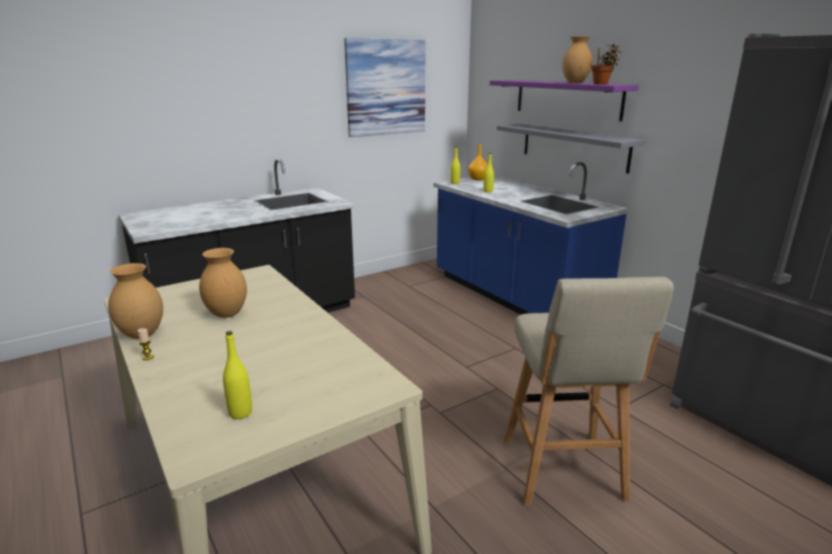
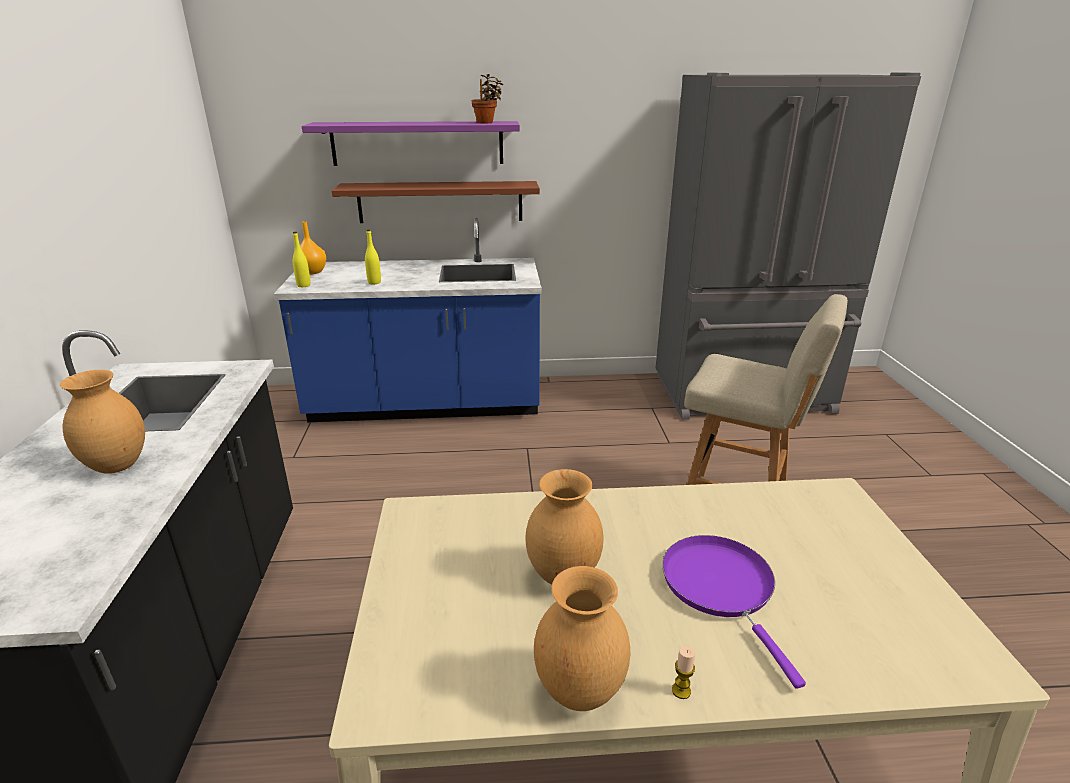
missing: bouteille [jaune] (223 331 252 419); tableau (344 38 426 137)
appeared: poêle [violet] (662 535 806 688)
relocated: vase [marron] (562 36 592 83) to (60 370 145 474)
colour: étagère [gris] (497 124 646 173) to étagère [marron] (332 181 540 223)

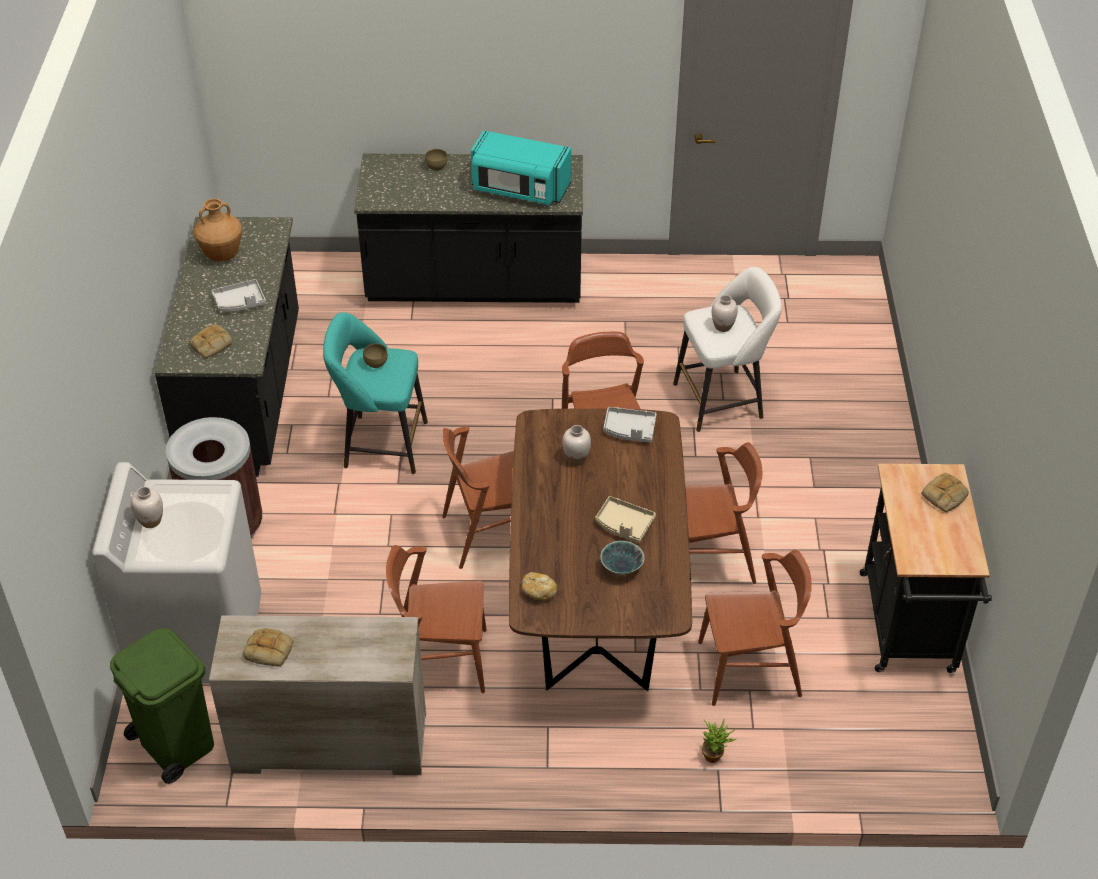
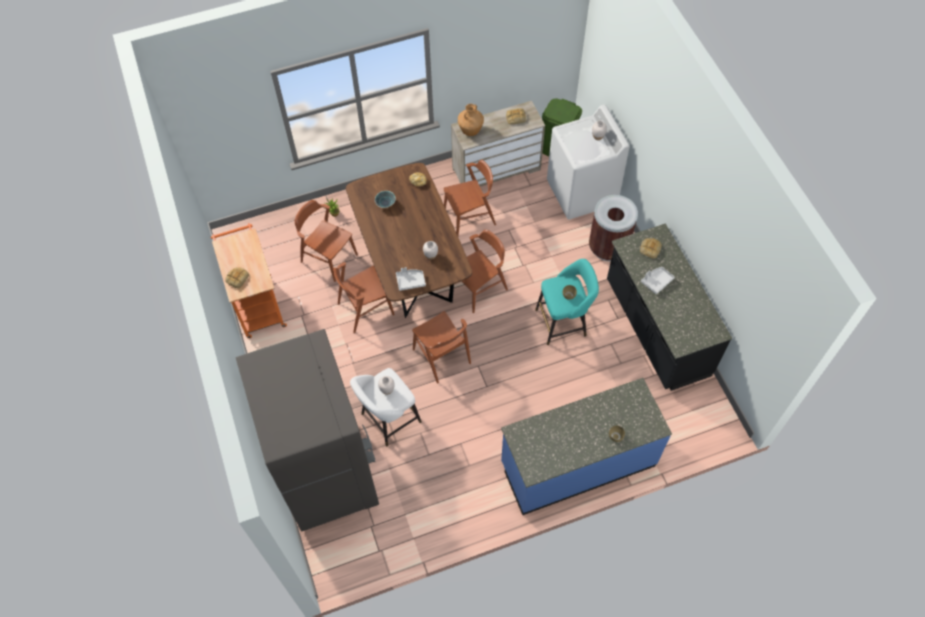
missing: micro-ondes [turquoise] (471 130 571 205); plateau [beige] (595 496 656 543)
appeared: réfrigérateur [gris] (236 329 379 532)
relocated: vase [marron] (193 199 242 262) to (458 104 484 136)
colour: chariot [noir] (860 464 992 673) to chariot [orange] (211 223 287 339); comptoir de cuisine [noir] (354 154 583 303) to comptoir de cuisine [bleu] (501 378 672 515)
spun: chaise [marron] (698 550 812 706) = (295 200 358 282) 60 degrees clockwise

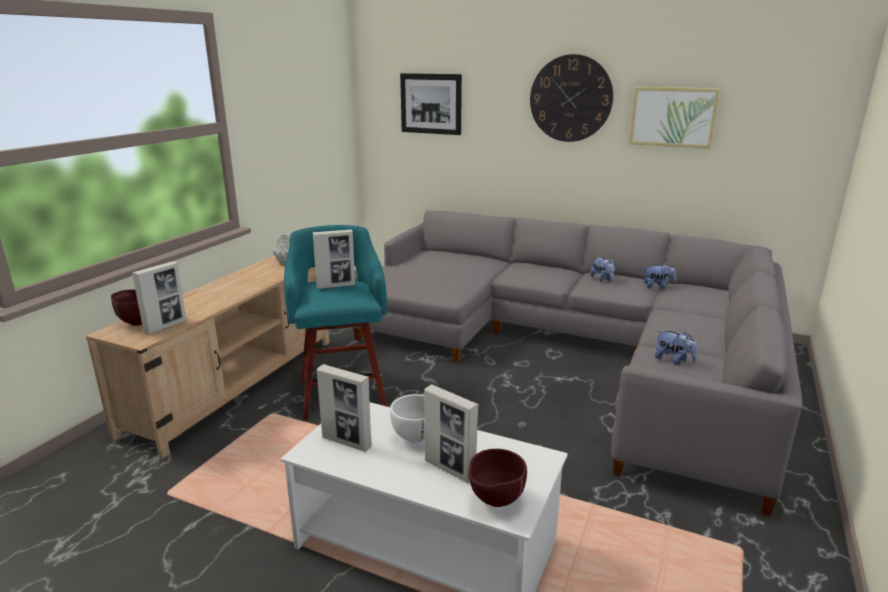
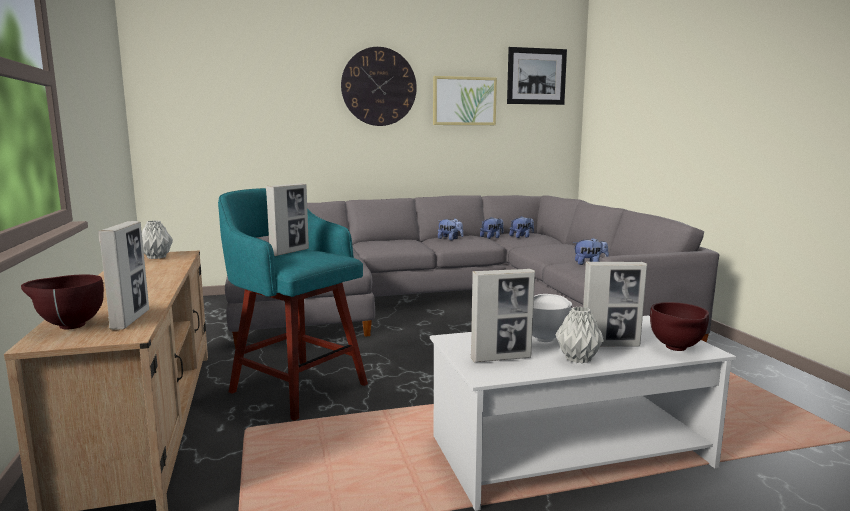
appeared: peluche (509 216 534 238); vase [gris] (555 306 604 364)
relocated: tableau (400 73 462 135) to (507 47 567 105)

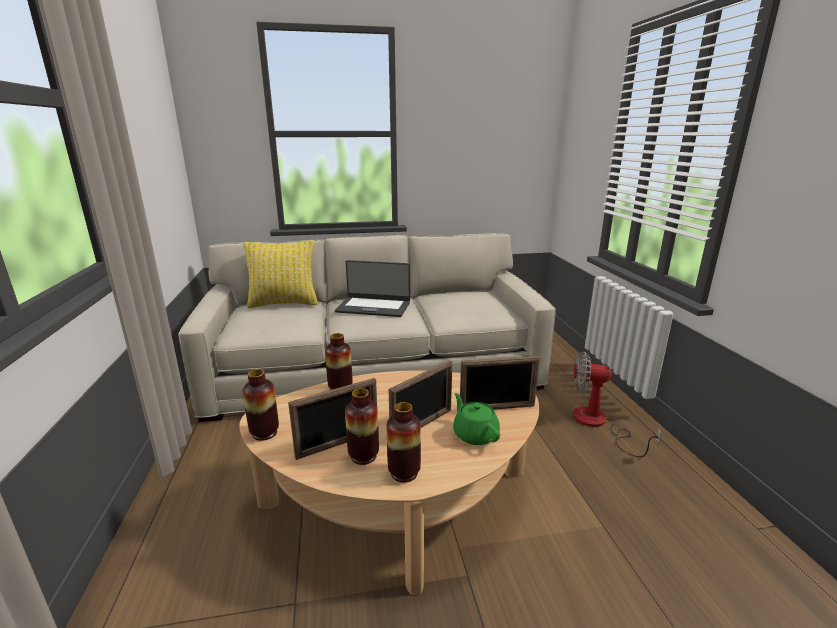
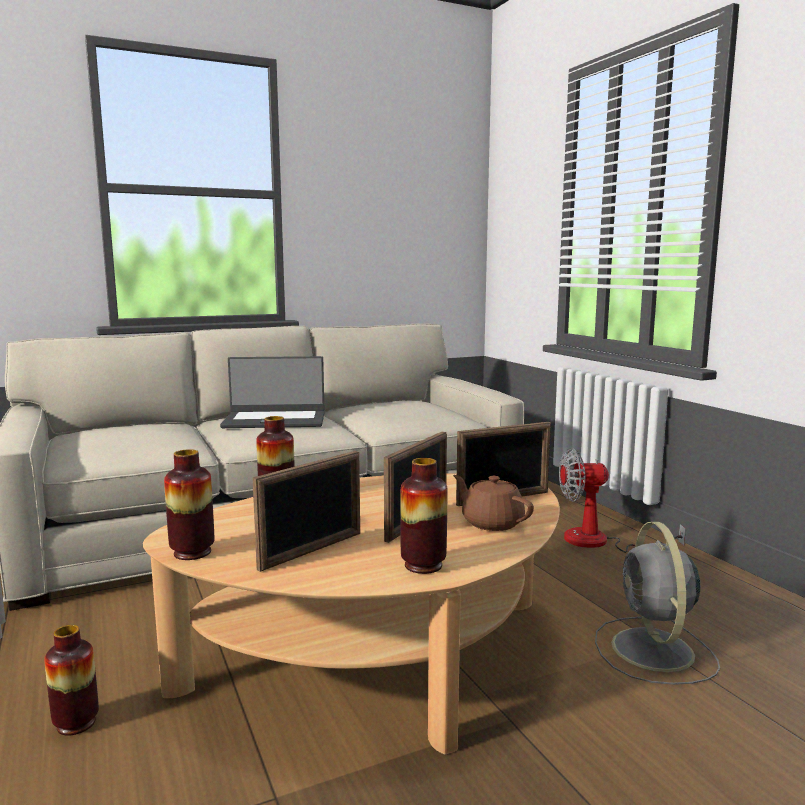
missing: coussin [jaune] (244 240 318 308)
appeared: ventilateur [gris] (595 522 720 685)
relocated: vase (345 388 379 465) to (44 625 99 736)
colour: théière [vert] (453 393 500 445) to théière [marron] (453 475 534 531)

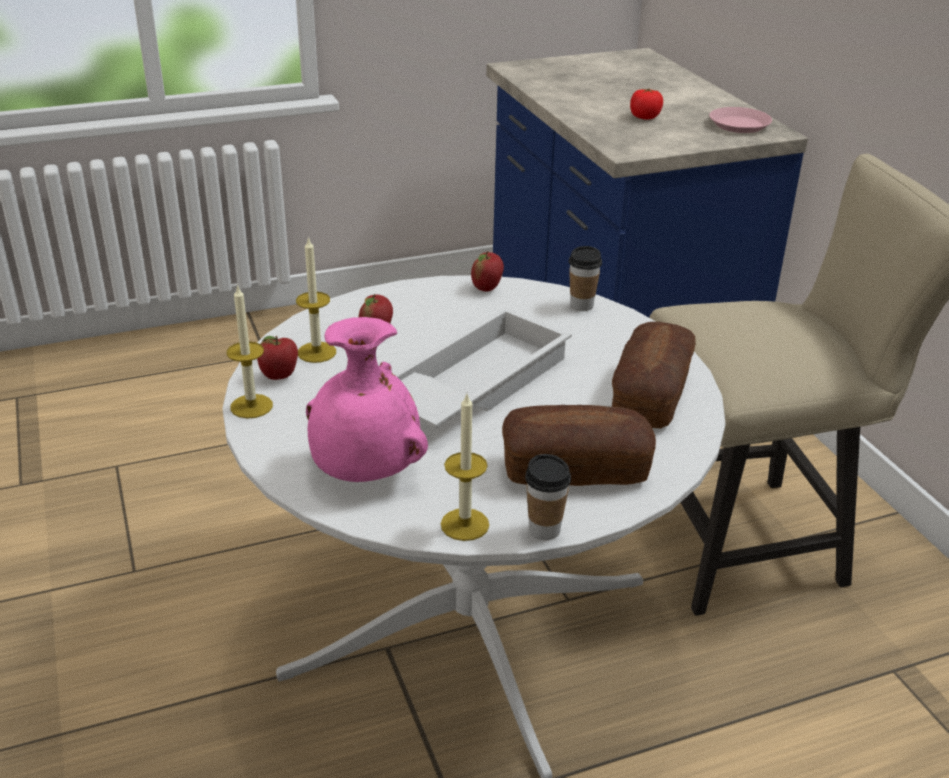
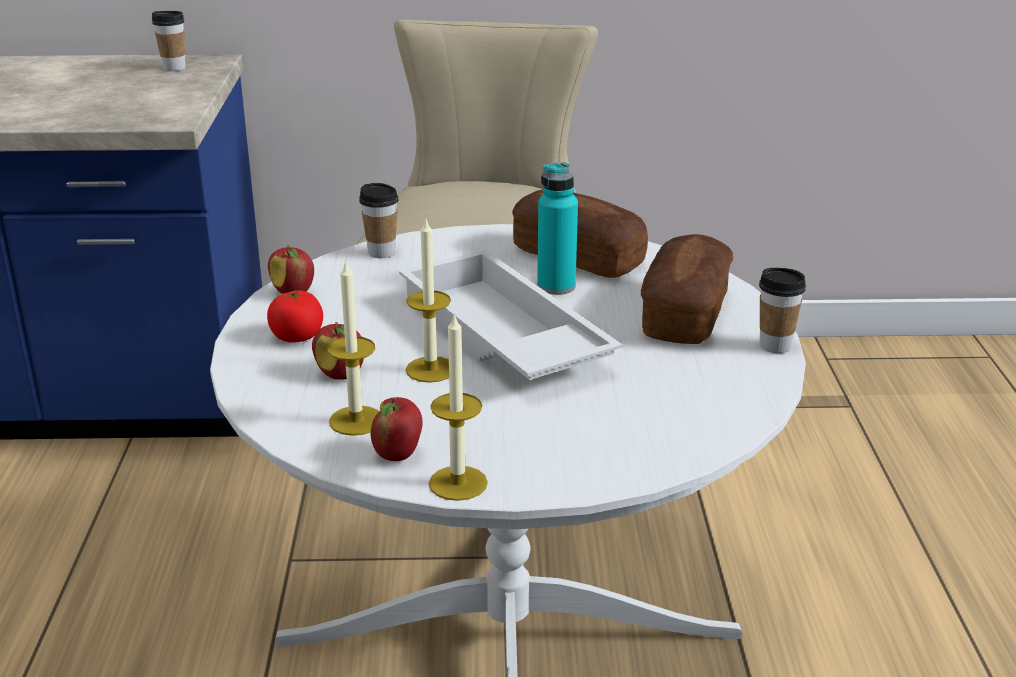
missing: vase [rose] (306 317 428 482)
appeared: bouteille [turquoise] (537 162 578 295)
relocated: tomate (630 88 663 120) to (267 290 323 343); bougie (441 394 489 541) to (406 220 451 383)
exchanged: assiette [rose] (709 107 772 133) to tasse (152 11 186 71)

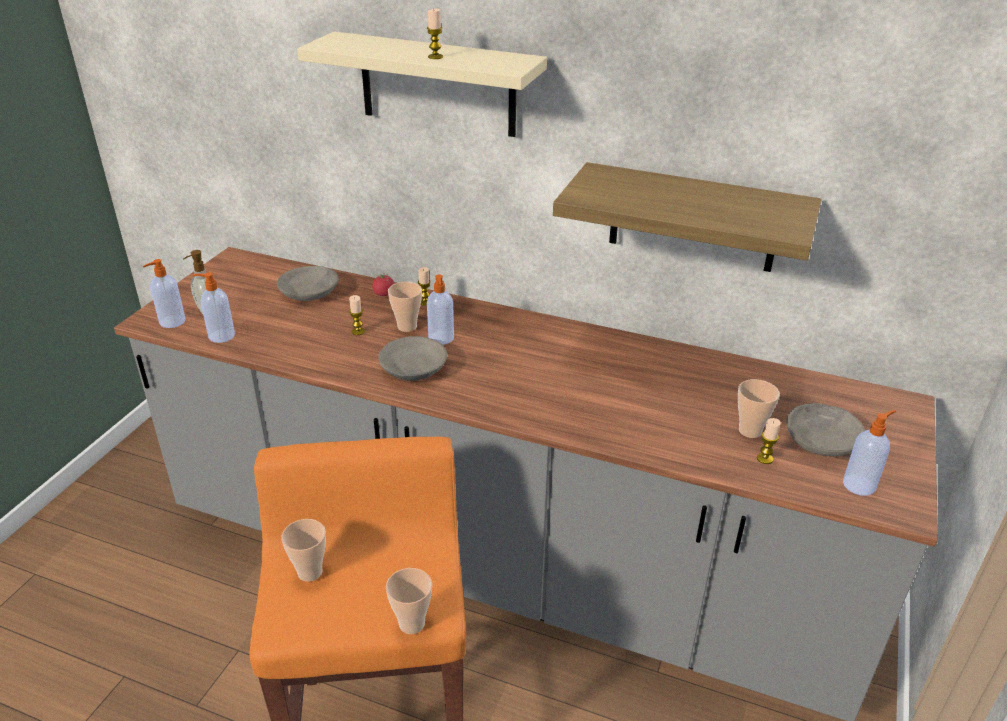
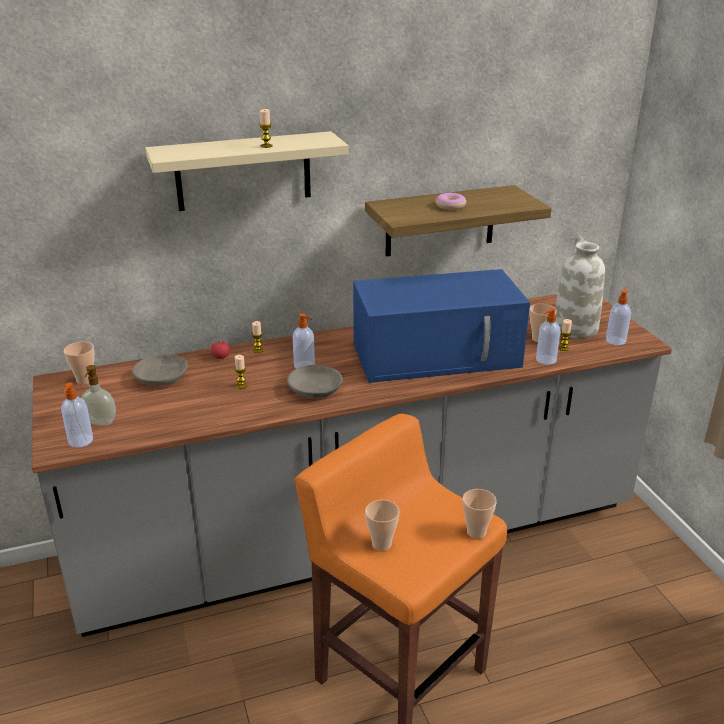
appeared: micro-ondes [bleu] (353 269 530 383); beignet (435 193 466 210)
relocated: tasse (388 282 422 332) to (64 342 94 384); distributeur de savon (193 272 235 343) to (536 308 561 365)
exchanged: bol [gris] (786 403 865 456) to vase [blanc] (555 235 605 339)

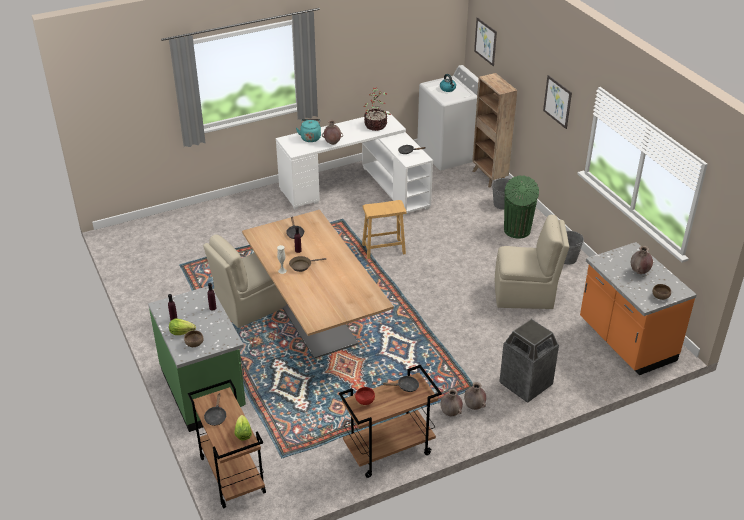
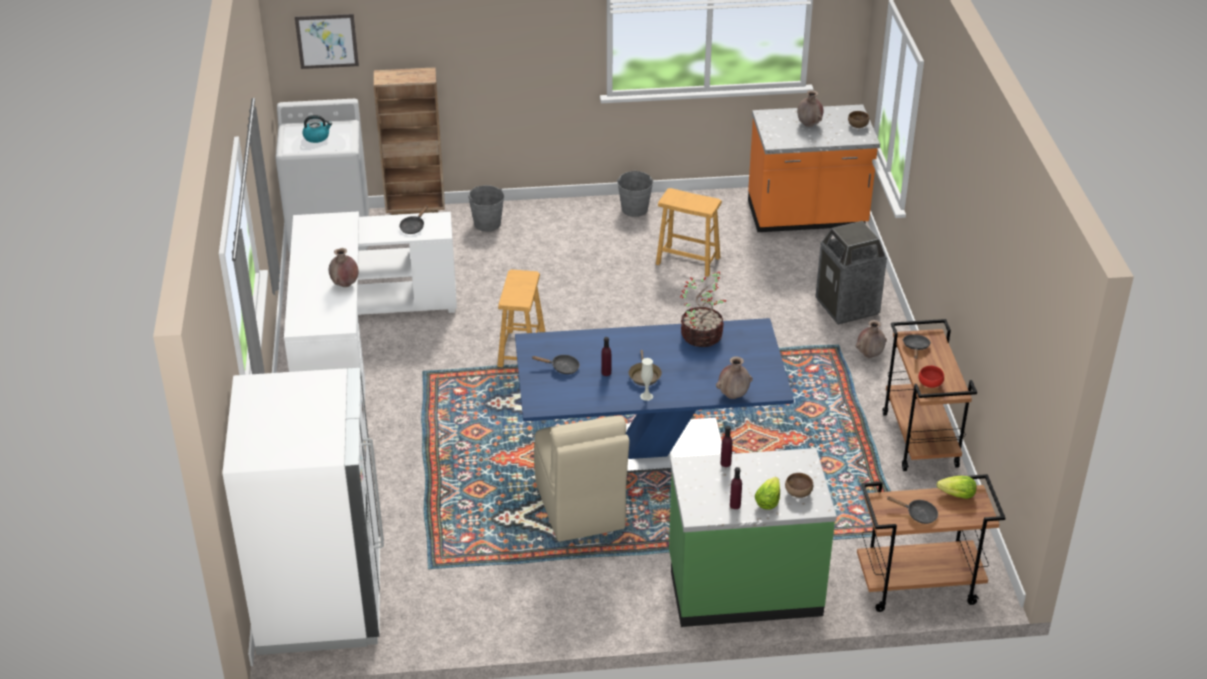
missing: bouilloire [turquoise] (296 119 321 142); poubelle [vert] (504 175 539 239); tableau (543 75 572 129)
appeared: réfrigérateur [blanc] (222 368 384 655)
relocated: plante en pot (364 87 391 131) to (680 272 726 347); vase [marron] (440 389 463 416) to (716 356 753 399)
exchanged: chaise [beige] (495 215 569 309) to tabouret [marron] (656 188 722 277)
colour: table à manger [beige] (242 210 394 359) to table à manger [bleu] (515 318 794 473)

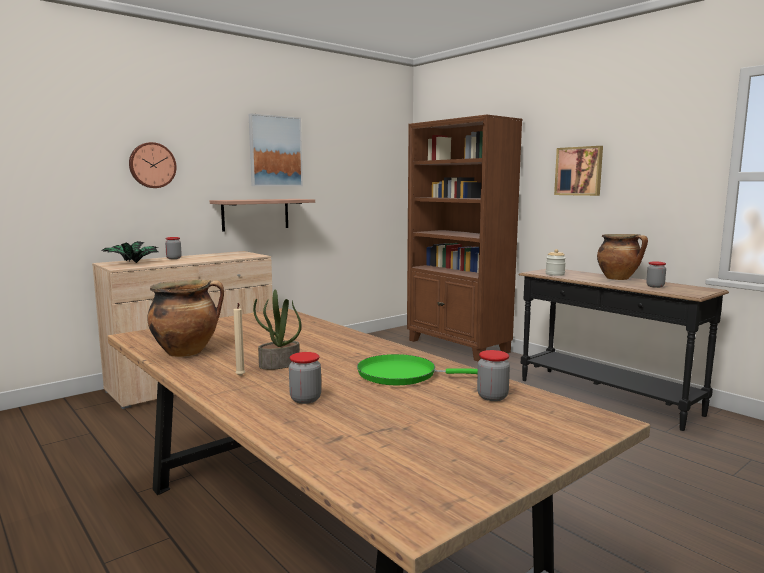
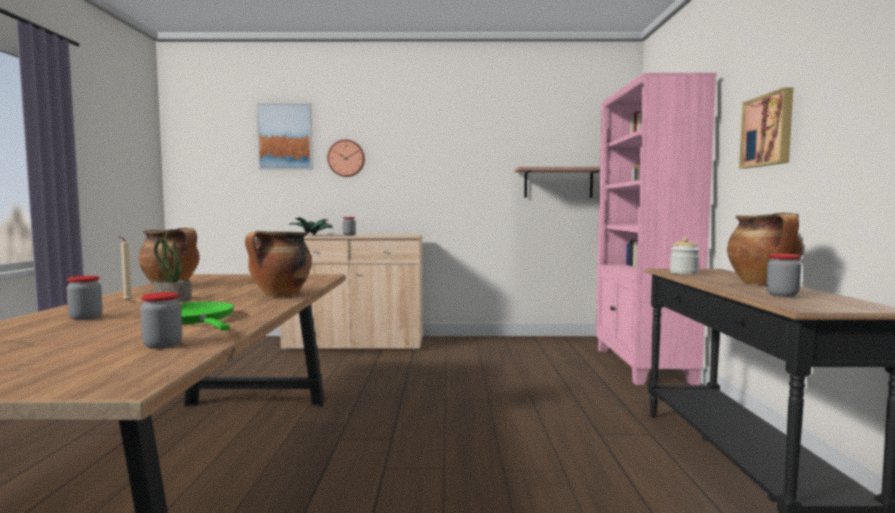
appeared: marmite (245 230 311 297)
relocated: tableau (249 114 303 186) to (256 103 313 170); étagère (210 199 315 231) to (514 167 600 198)
colour: bibliothèque [marron] (407 115 522 361) to bibliothèque [rose] (596 73 717 385)

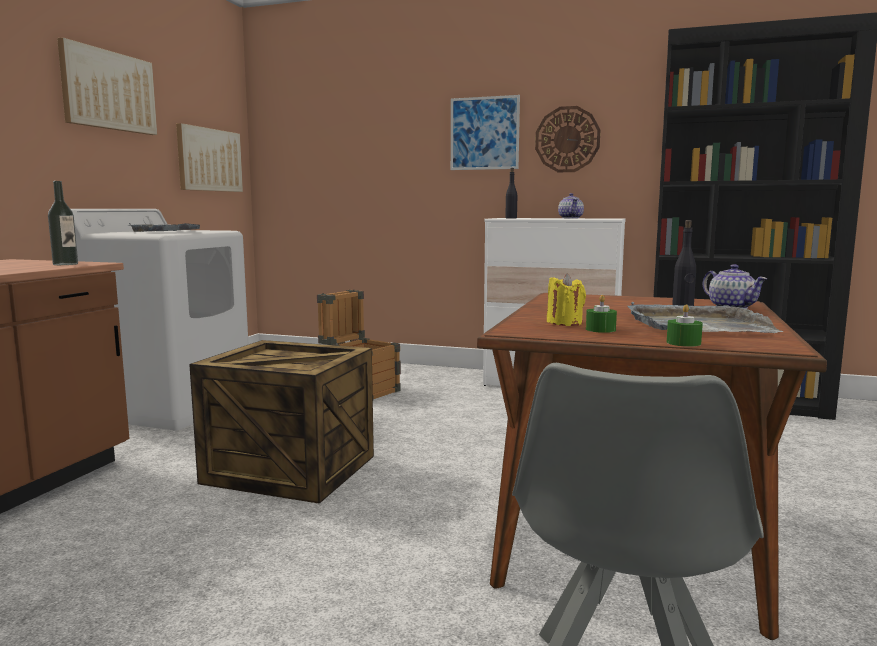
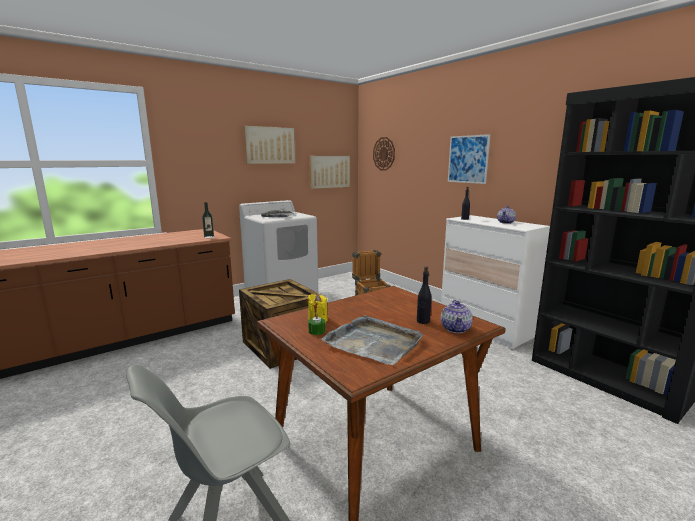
missing: bougie [vert] (667 304 703 347)
relocated: horloge murale (535 106 600 172) to (373 137 395 171)

